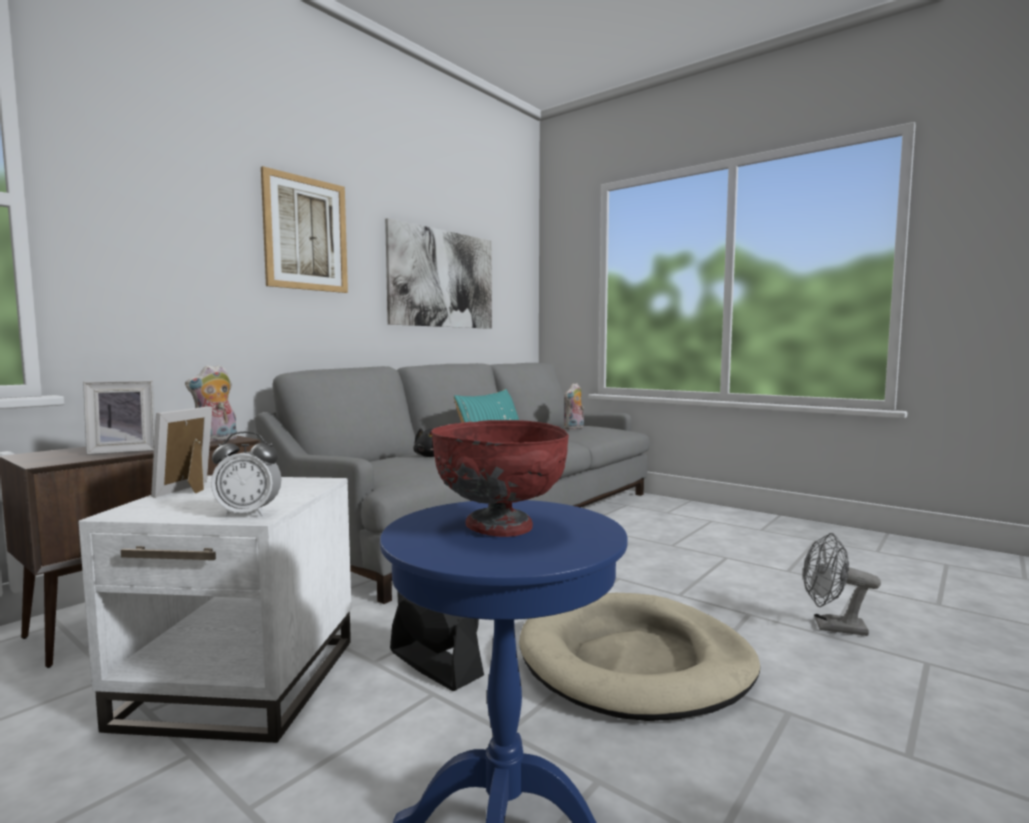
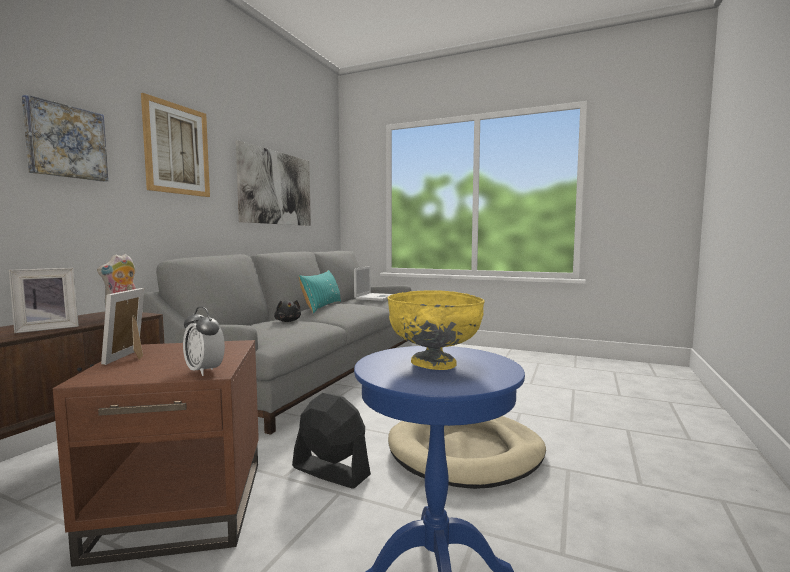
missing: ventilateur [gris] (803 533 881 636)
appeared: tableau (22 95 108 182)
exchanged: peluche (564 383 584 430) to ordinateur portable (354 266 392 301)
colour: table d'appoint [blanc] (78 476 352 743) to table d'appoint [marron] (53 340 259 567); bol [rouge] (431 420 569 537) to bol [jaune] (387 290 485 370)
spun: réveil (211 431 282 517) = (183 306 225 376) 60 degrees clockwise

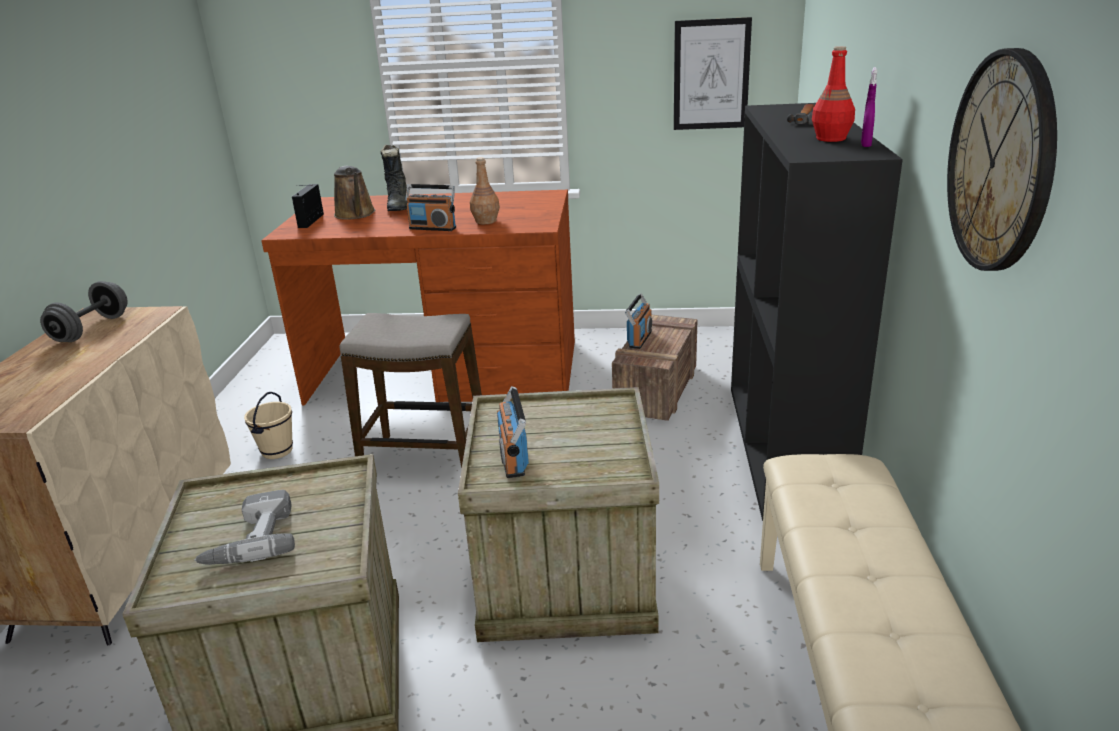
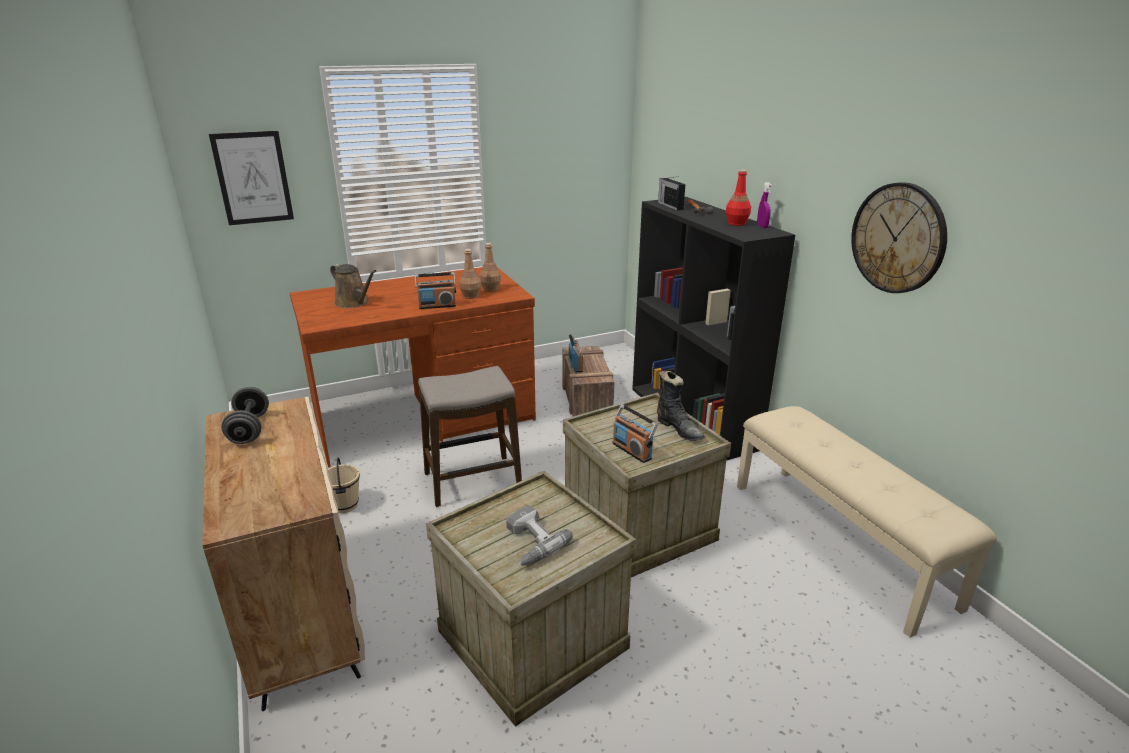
appeared: bouteille [marron] (479 243 501 291)
relocated: tableau (674 17 752 130) to (209 131 294 225); botte [noir] (380 144 407 211) to (657 371 705 441); radio (292 184 324 228) to (658 176 685 210)

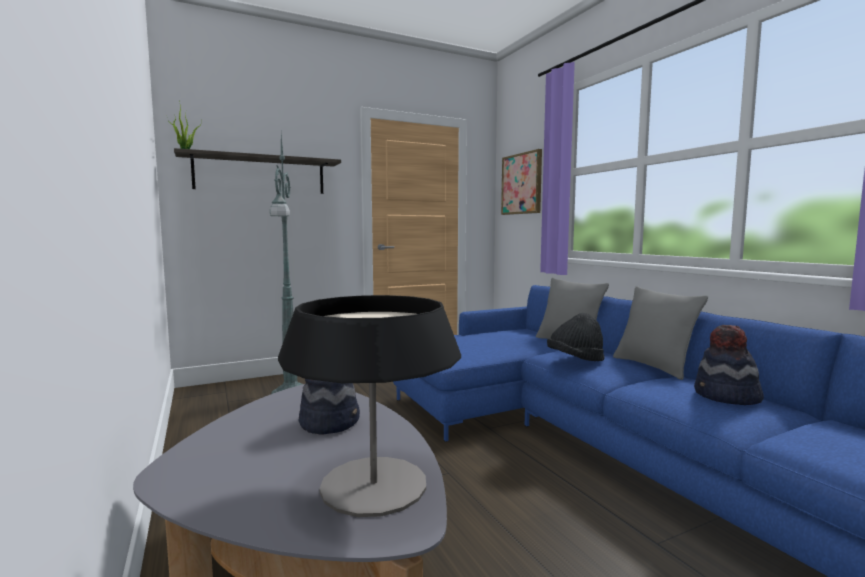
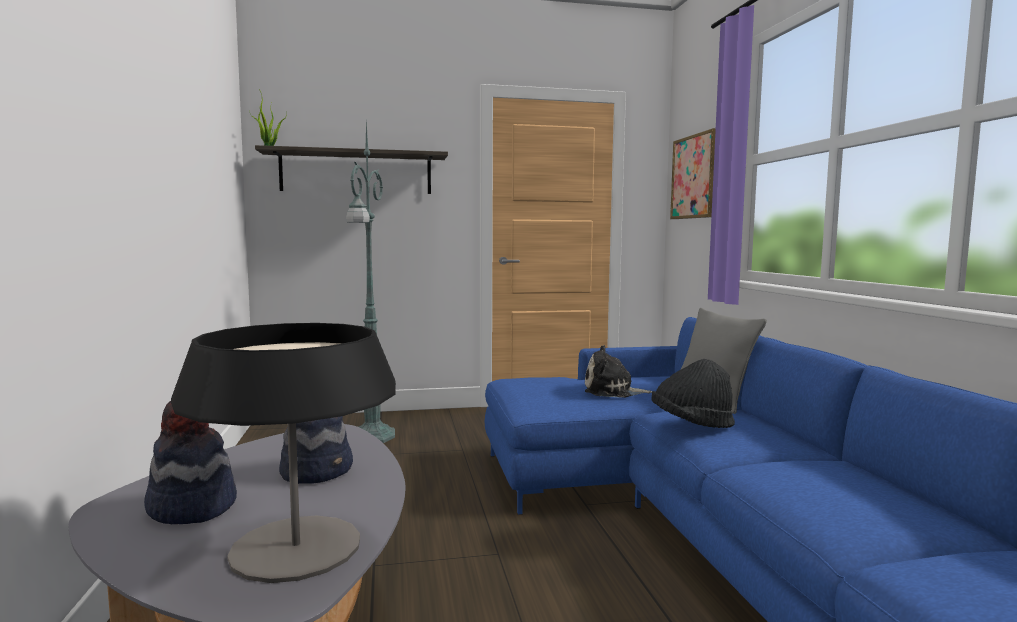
missing: coussin [gris] (613 286 708 380)
appeared: peluche (585 345 652 398)
relocated: chapeau (694 325 764 405) to (144 401 237 524)

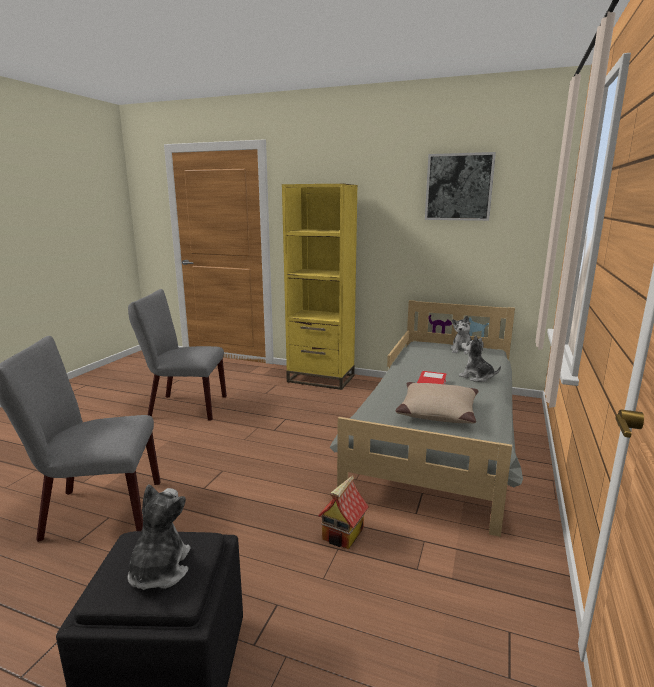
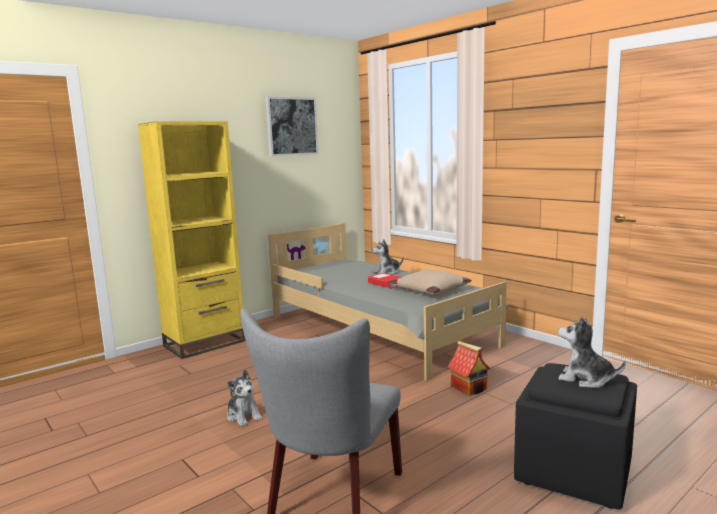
missing: chaise [gris] (128 289 227 421)
relocated: peluche (450 316 472 354) to (227 370 262 427)

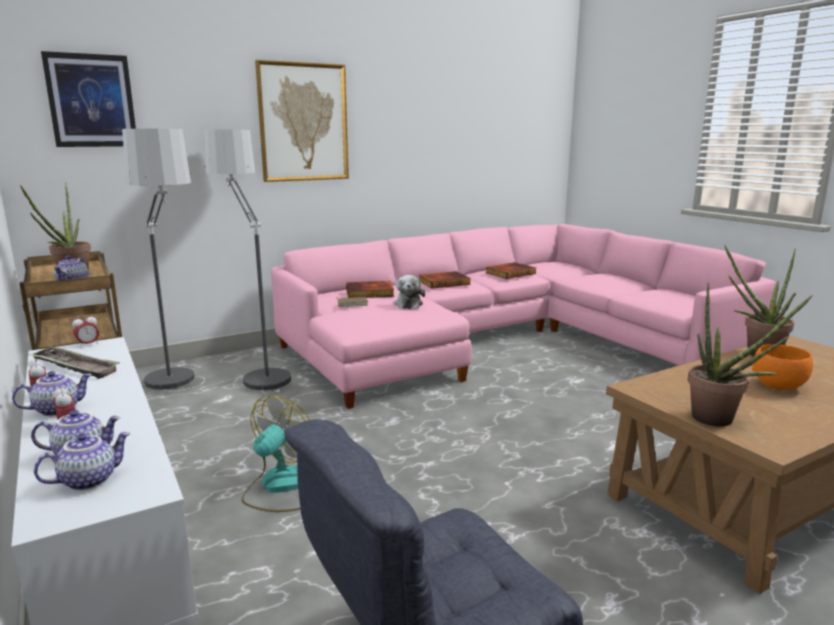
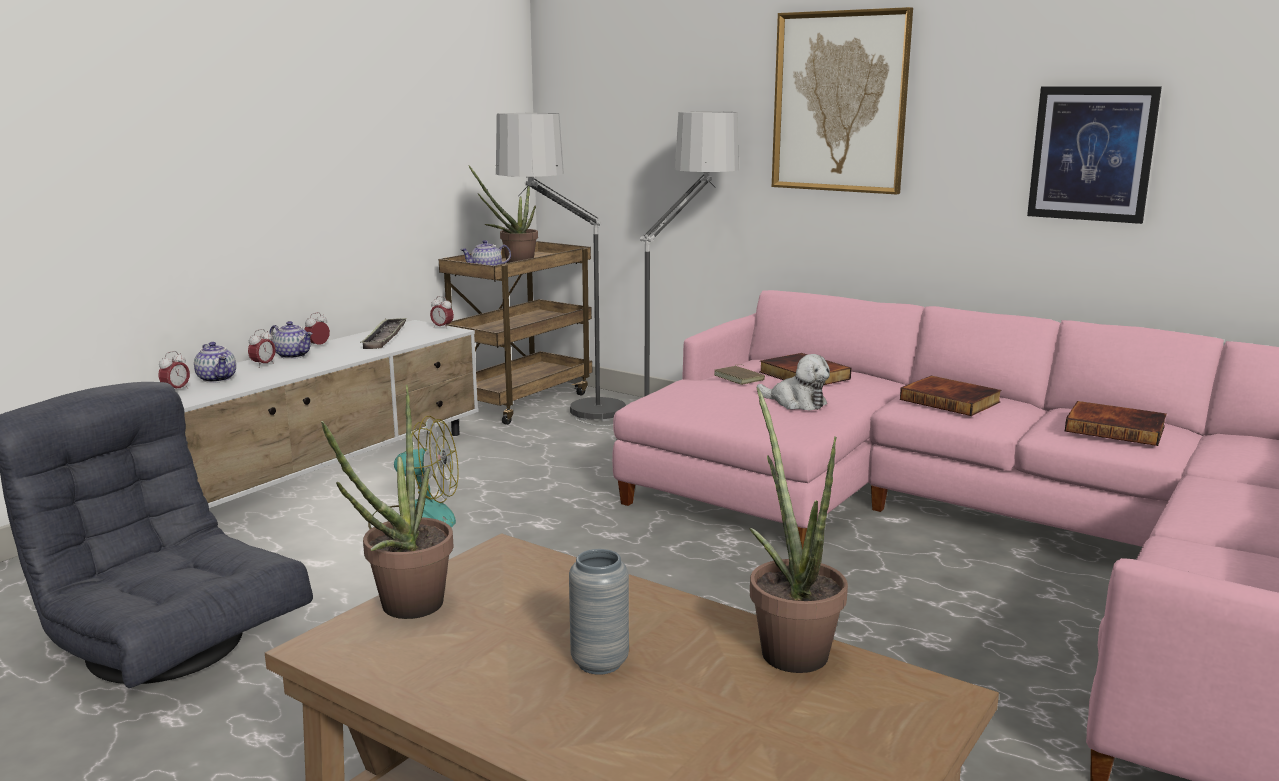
relocated: tableau (41 51 136 147) to (1027 87 1162 224)
exchanged: théière (34 432 130 490) to réveil (158 351 190 389); bol [orange] (752 344 813 390) to vase [gris] (569 549 629 675)
spun: peluche (393 275 425 309) = (757 354 830 410) 120 degrees counterclockwise

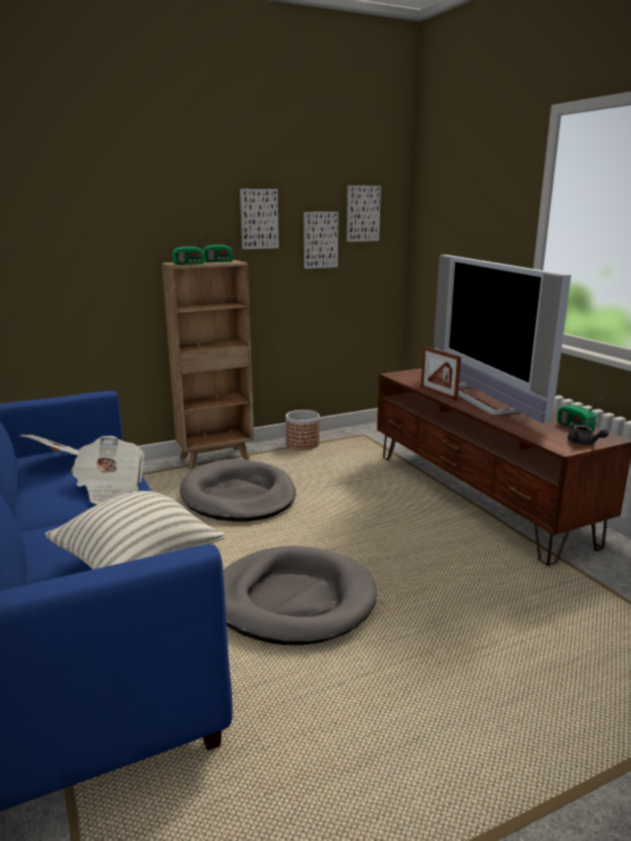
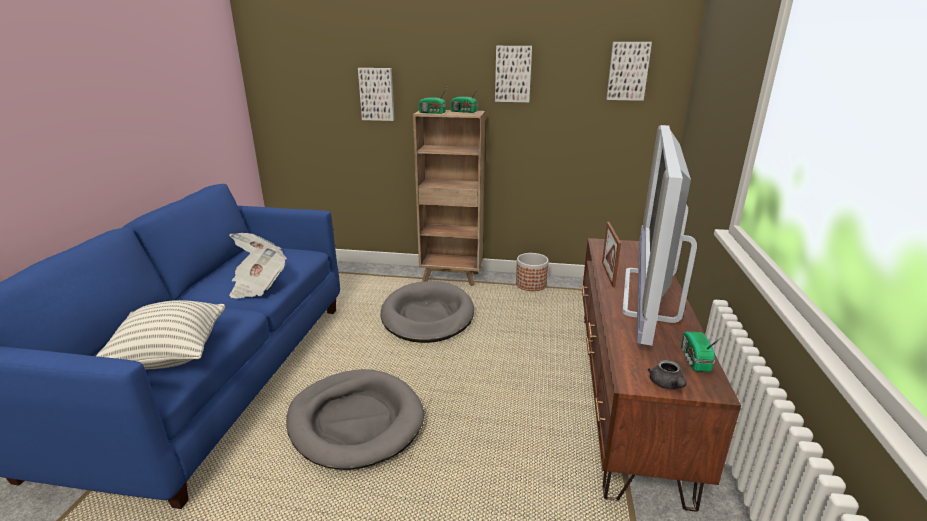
relocated: tableau (304 212 338 269) to (358 68 394 121)

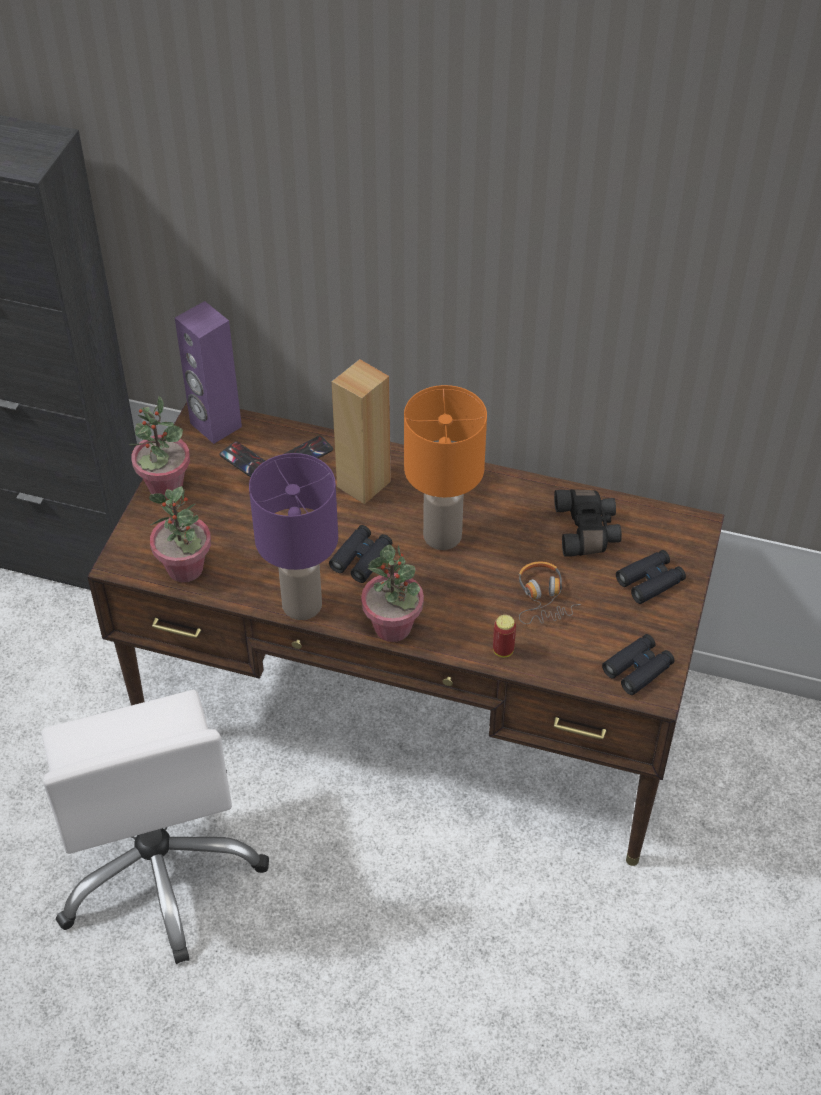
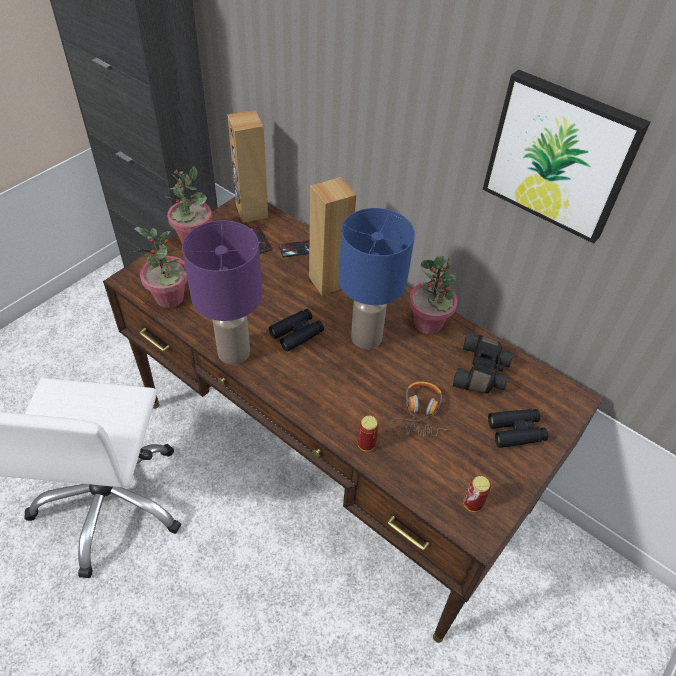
appeared: tableau (483 70 650 244)
relocated: plante en pot (361 544 424 642) to (409 256 458 334)
exchanged: jumelles [noir] (602 634 675 695) to boîte métallique (463 476 491 512)
colour: enceinte [violet] (175 301 242 444) to enceinte [marron] (227 110 268 223); lampe de table [orange] (404 385 487 550) to lampe de table [bleu] (339 208 415 349)

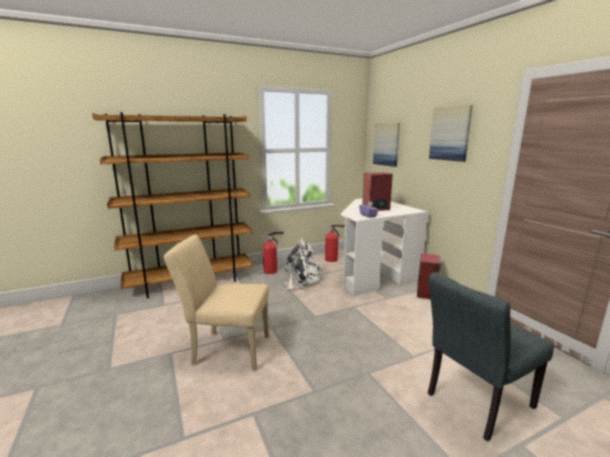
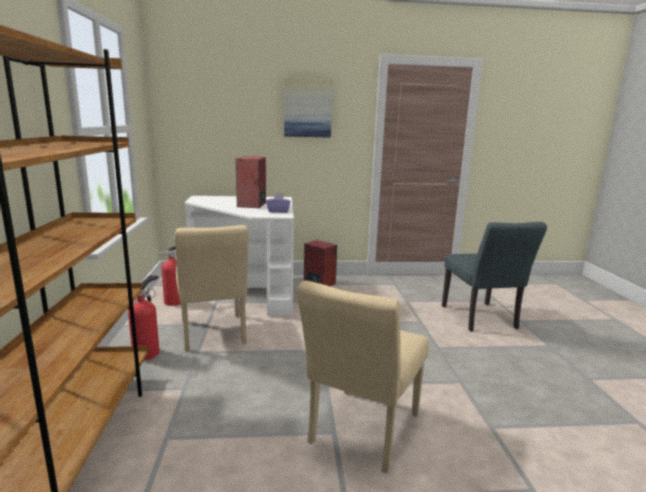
missing: tableau (373 123 400 167)
exchanged: sac à dos [blanc] (285 238 325 290) to chaise [beige] (175 225 249 352)

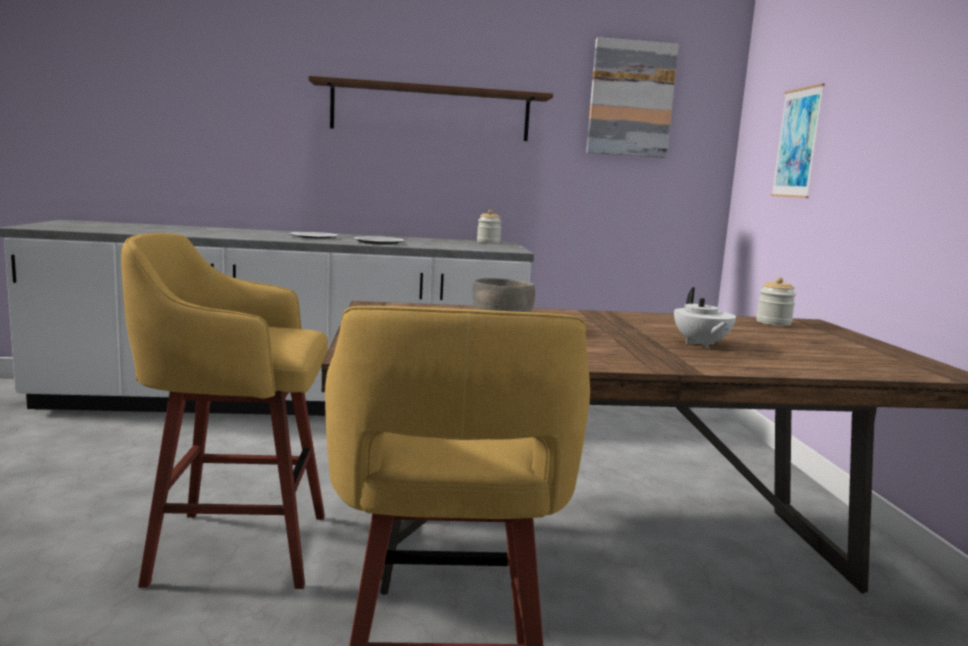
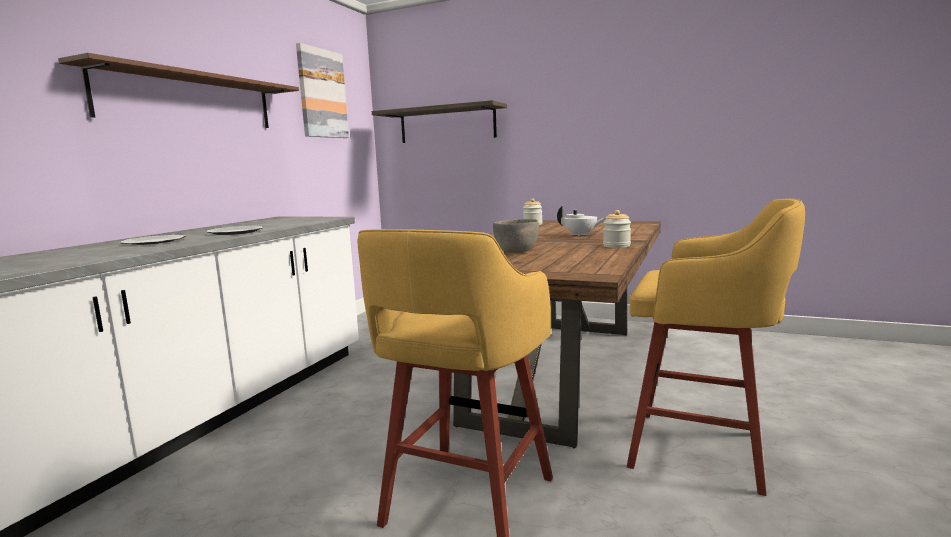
relocated: bocal (477 210 502 243) to (603 210 631 248)
exchanged: tableau (771 83 825 198) to étagère (372 100 507 143)

